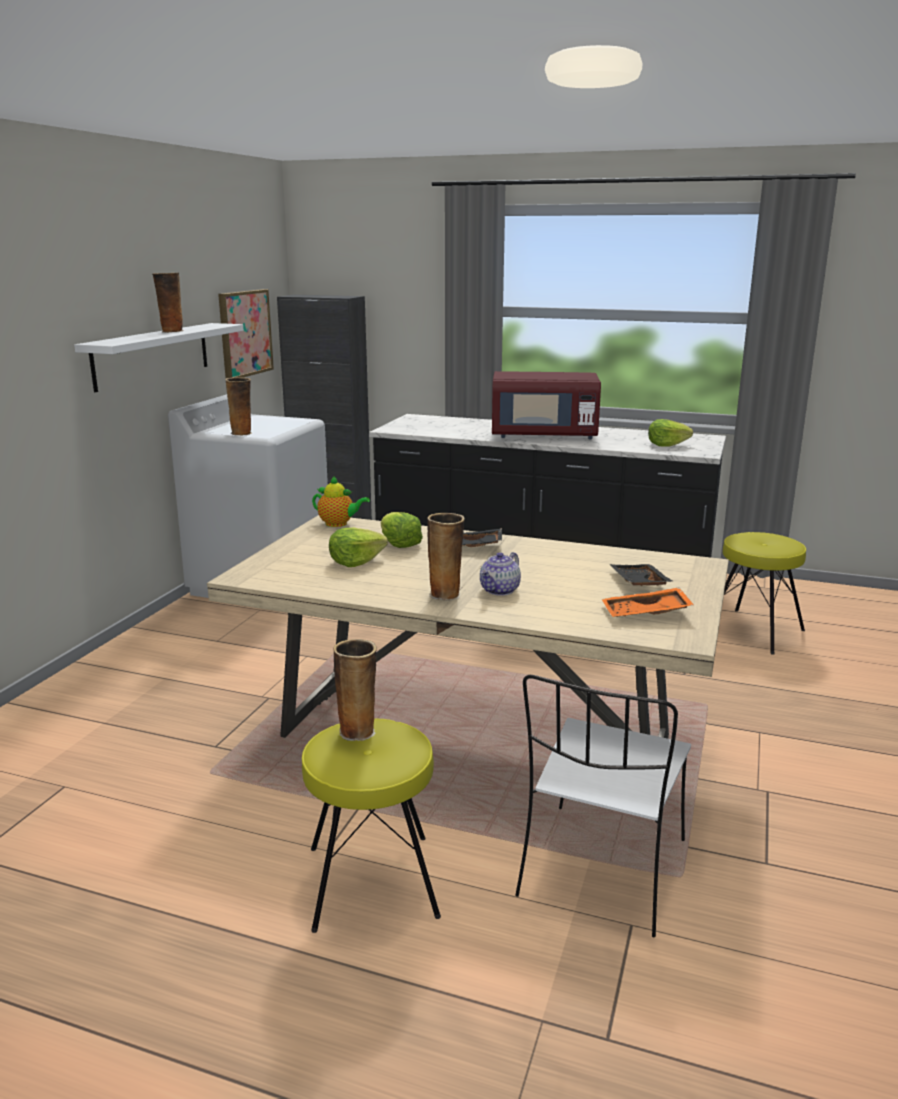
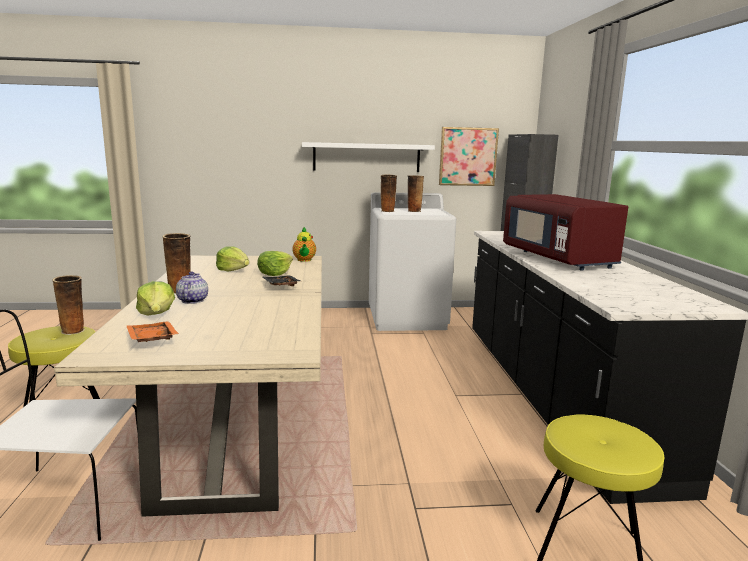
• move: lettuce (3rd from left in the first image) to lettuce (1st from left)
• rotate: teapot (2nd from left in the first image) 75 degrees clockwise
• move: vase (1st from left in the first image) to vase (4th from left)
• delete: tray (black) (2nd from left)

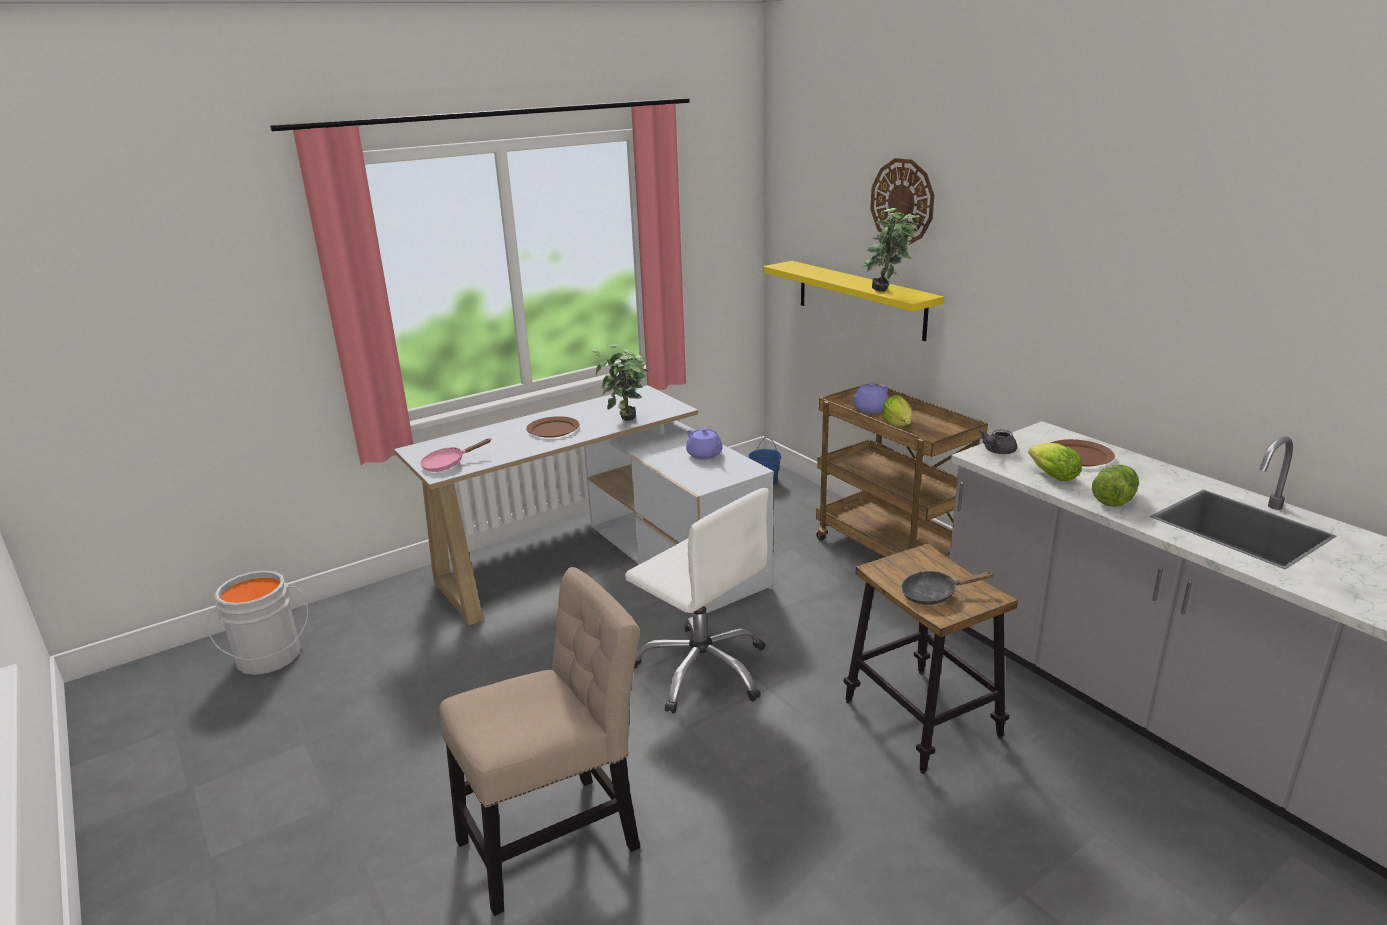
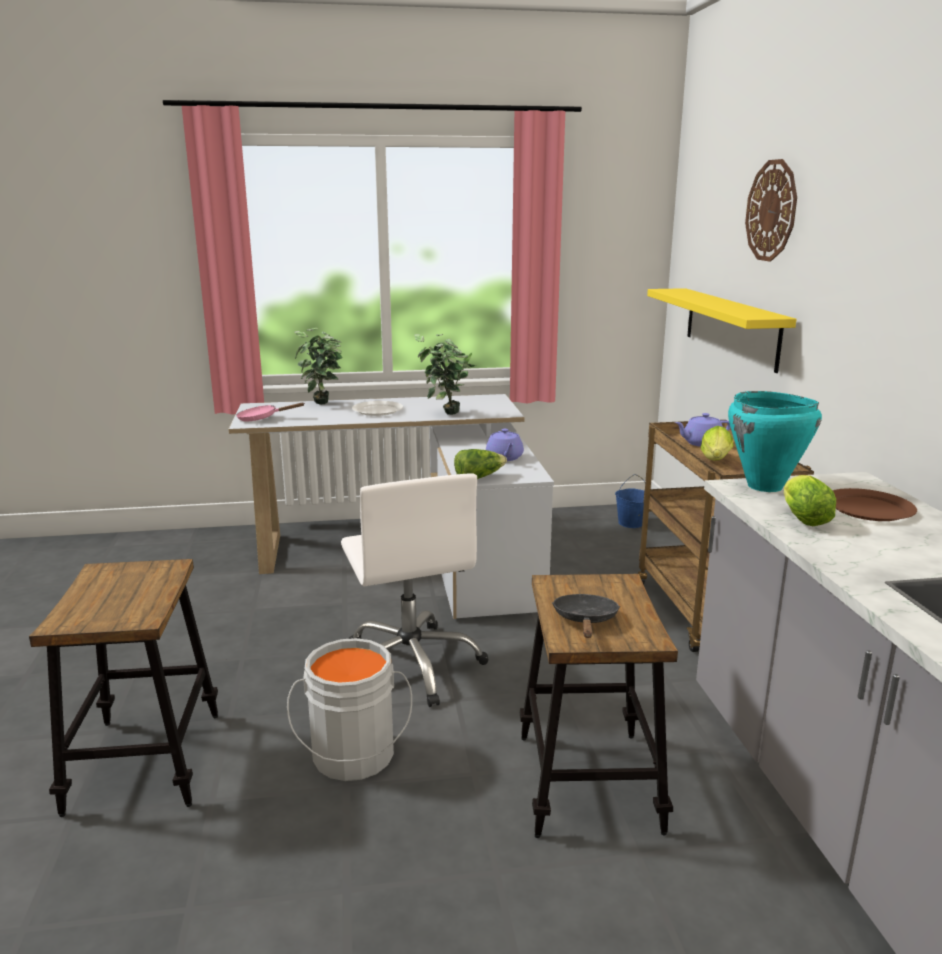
• replace: chair (beige) to stool (1st from left)
• move: bucket (grey)
• move: potted plant (2nd from left in the first image) to potted plant (1st from left)
• recolor: plate (brown) (1st from left) to plate (white)
• move: lettuce (3rd from left in the first image) to lettuce (1st from left)
• rotate: frying pan (black) 75 degrees clockwise
• replace: teapot (grey) to cooking pot (turquoise)

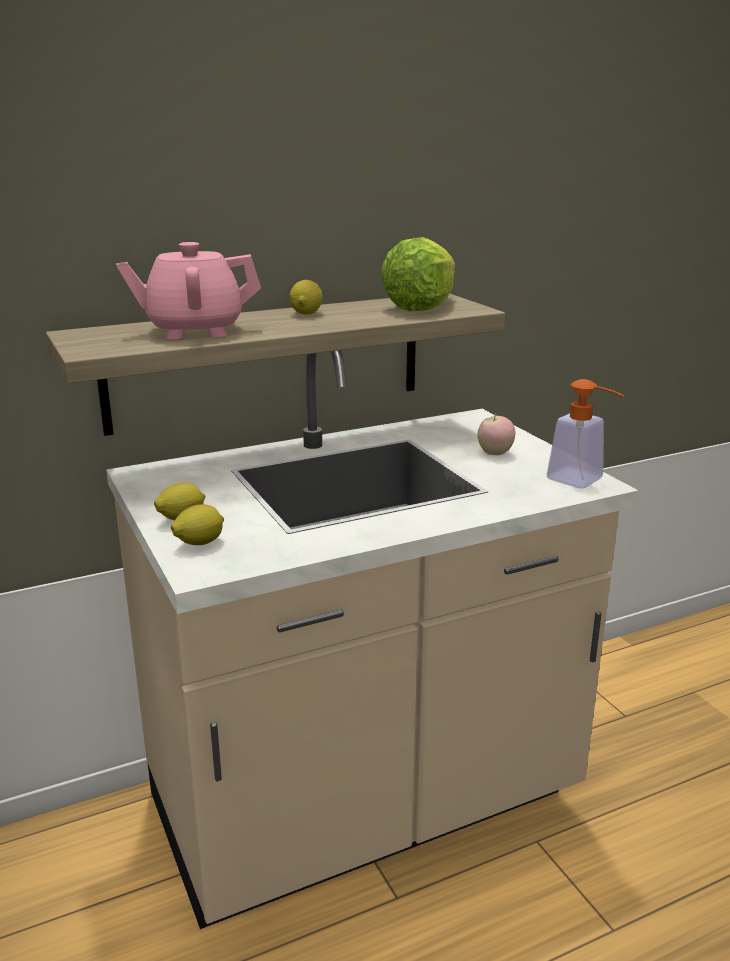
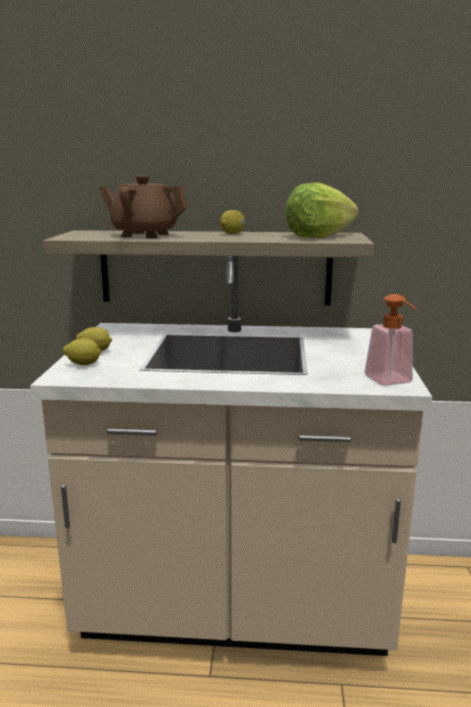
• recolor: teapot (pink) to teapot (brown)
• delete: apple

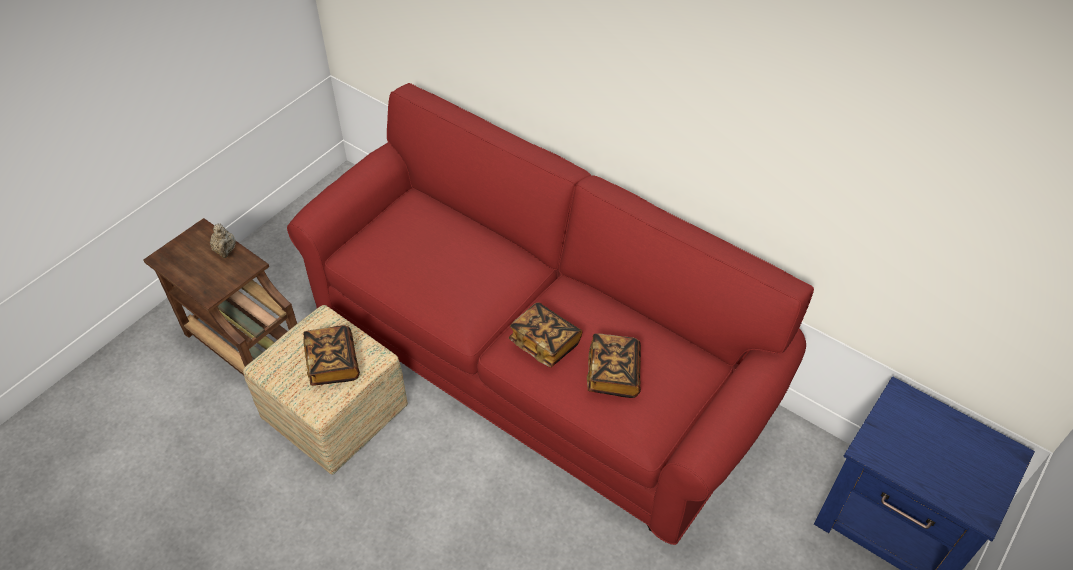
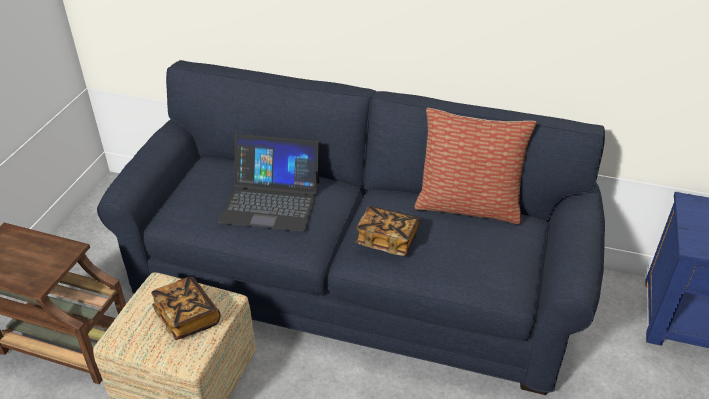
• recolor: sofa (red) to sofa (blue)
• insert: laptop
• insert: pillow
• delete: teapot (beige)
• delete: book (3rd from left)

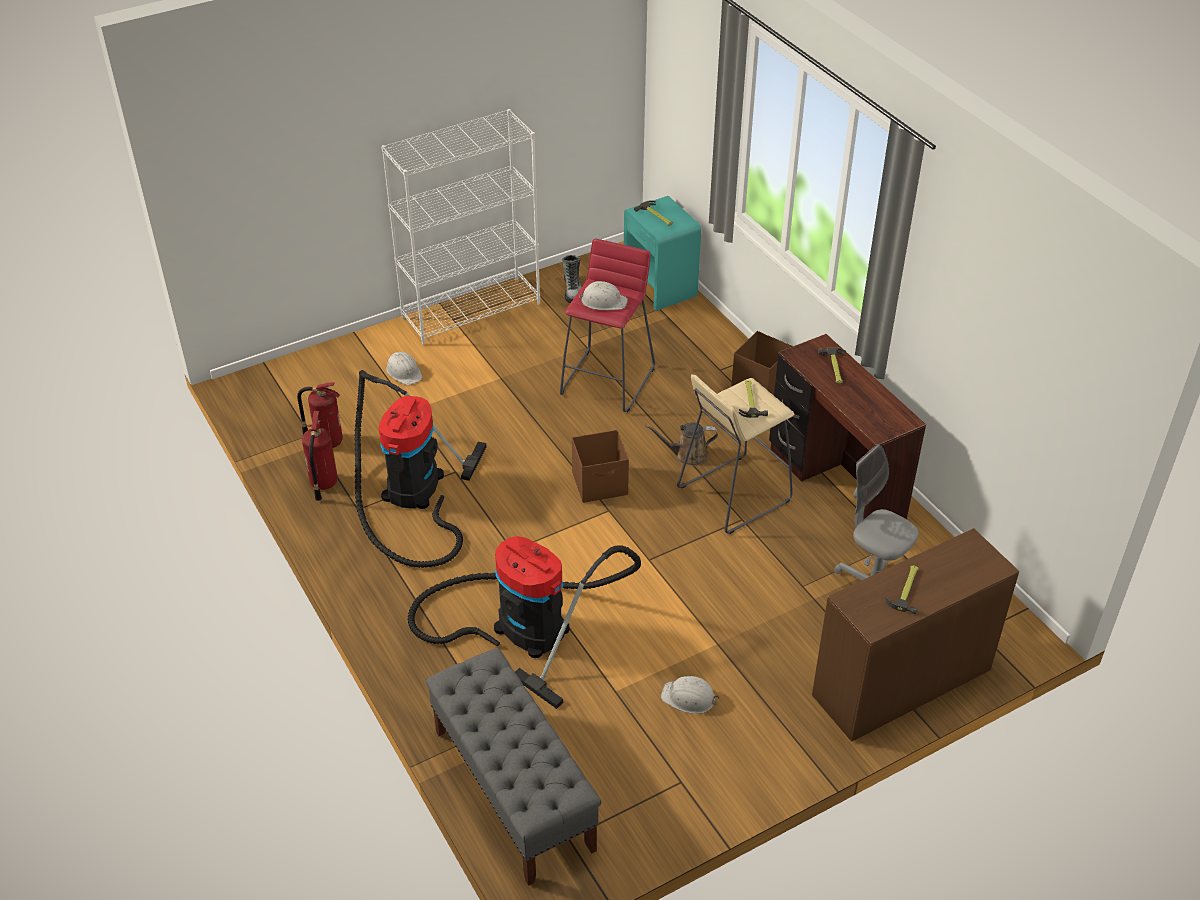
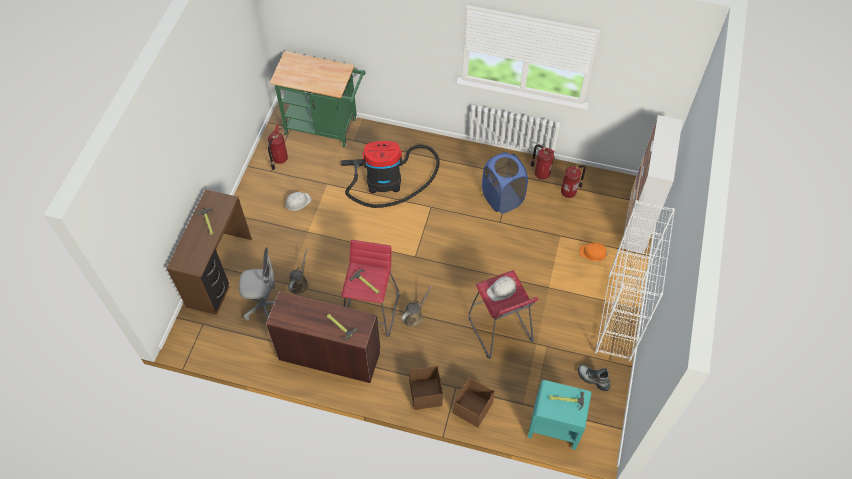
• insert: fire extinguisher (1st from left)
• replace: bench (grey) to cart (green)
• insert: watering can (brown) (1st from left)
• recolor: stool (beige) to stool (red) (1st from left)
• move: storage box (brown) (1st from left in the first image) to storage box (brown) (2nd from left)
• replace: vacuum cleaner (1st from left) to laundry basket (blue)
• recolor: hard hat (white) (1st from left) to hard hat (orange)
• insert: cabinet

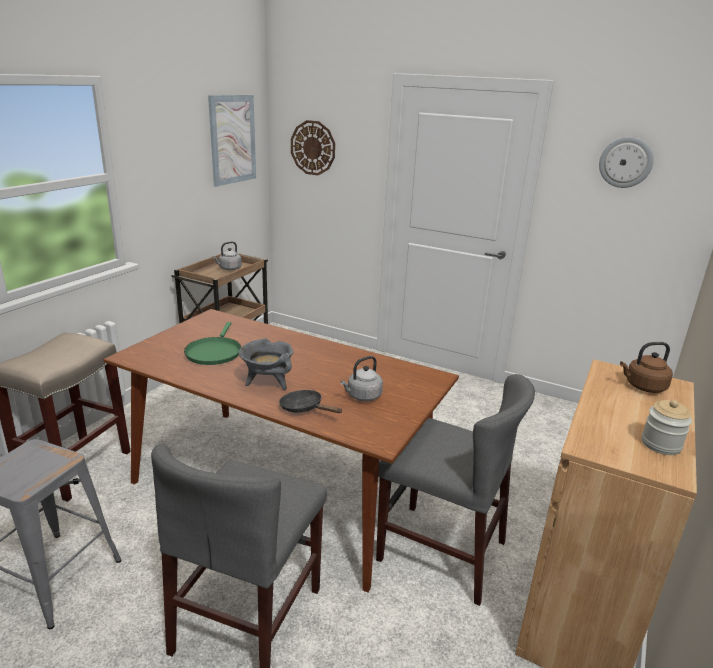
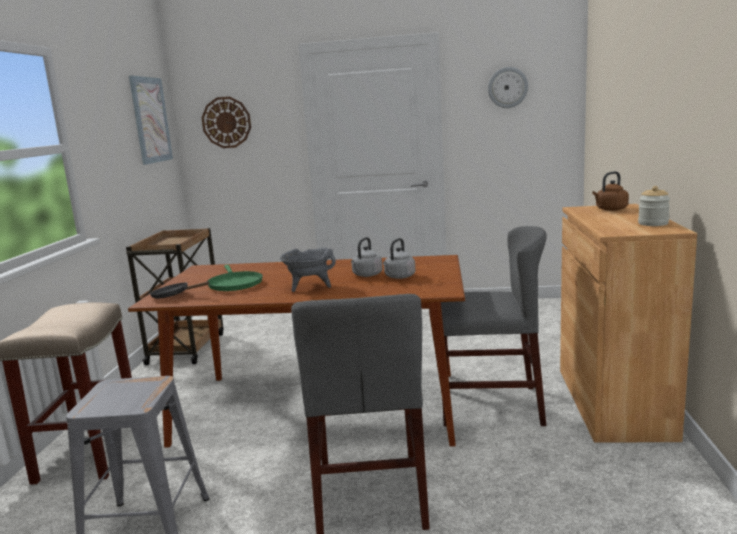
• move: frying pan (black)
• move: kettle (grey) (1st from left)

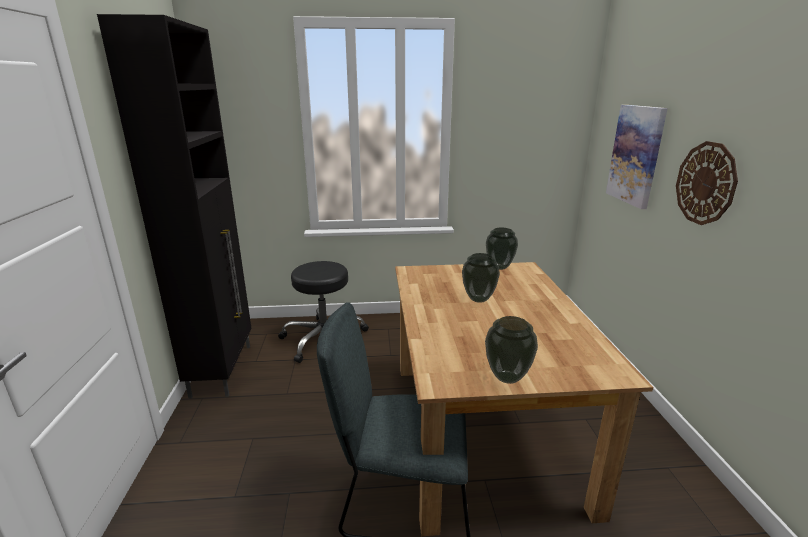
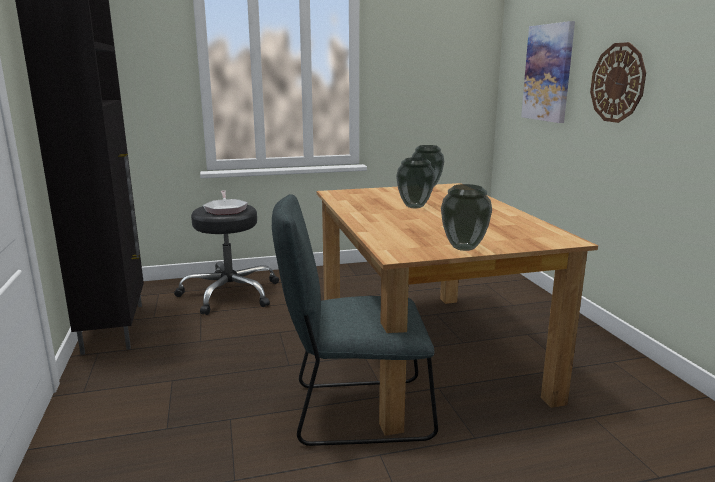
• insert: frying pan

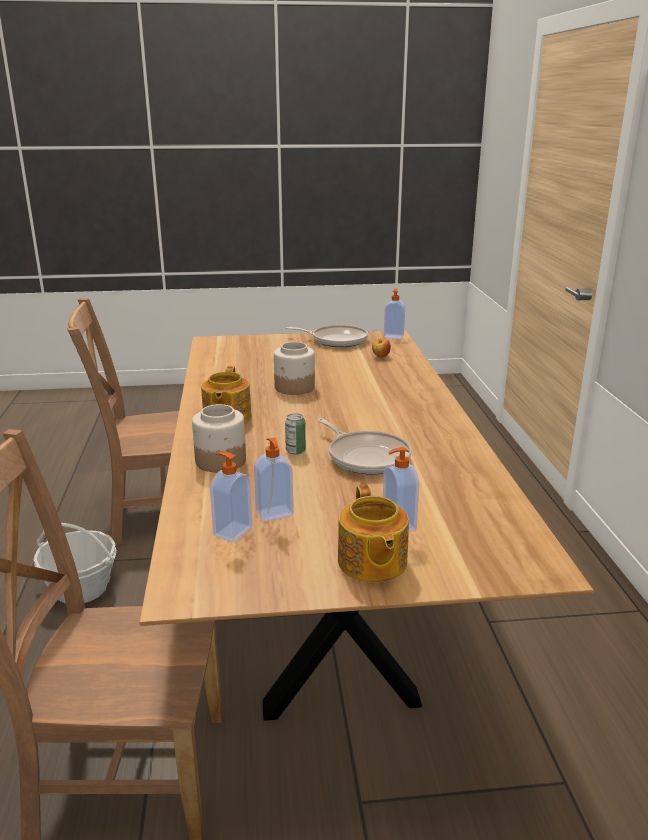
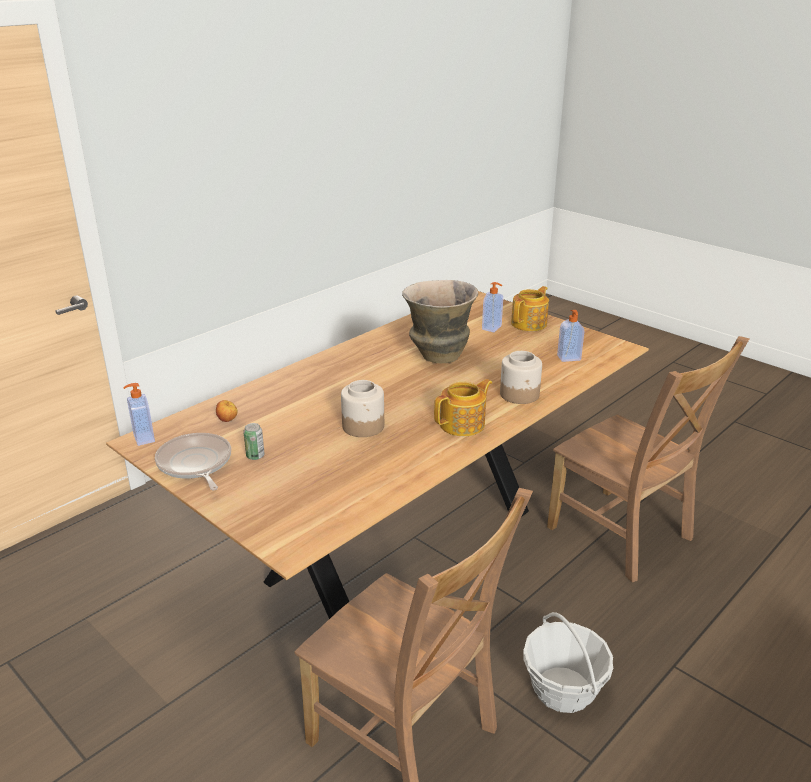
• move: can
• replace: frying pan (2nd from left) to vase
• delete: soap dispenser (2nd from left)

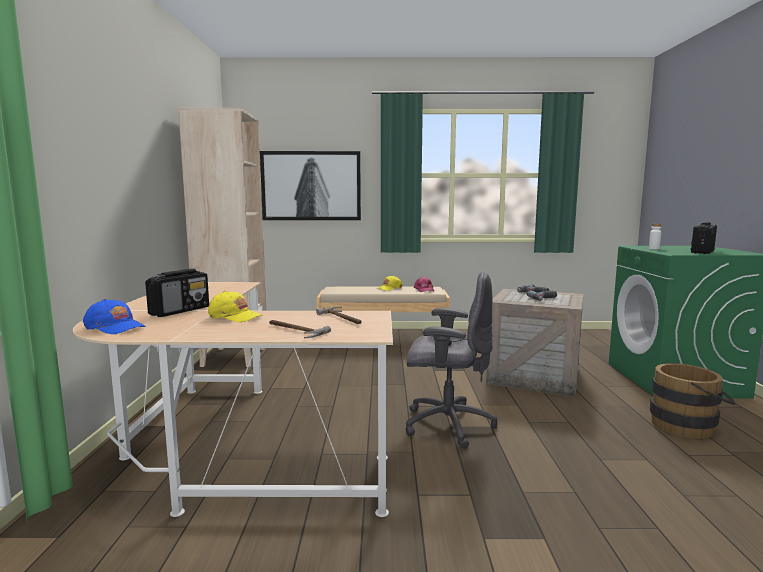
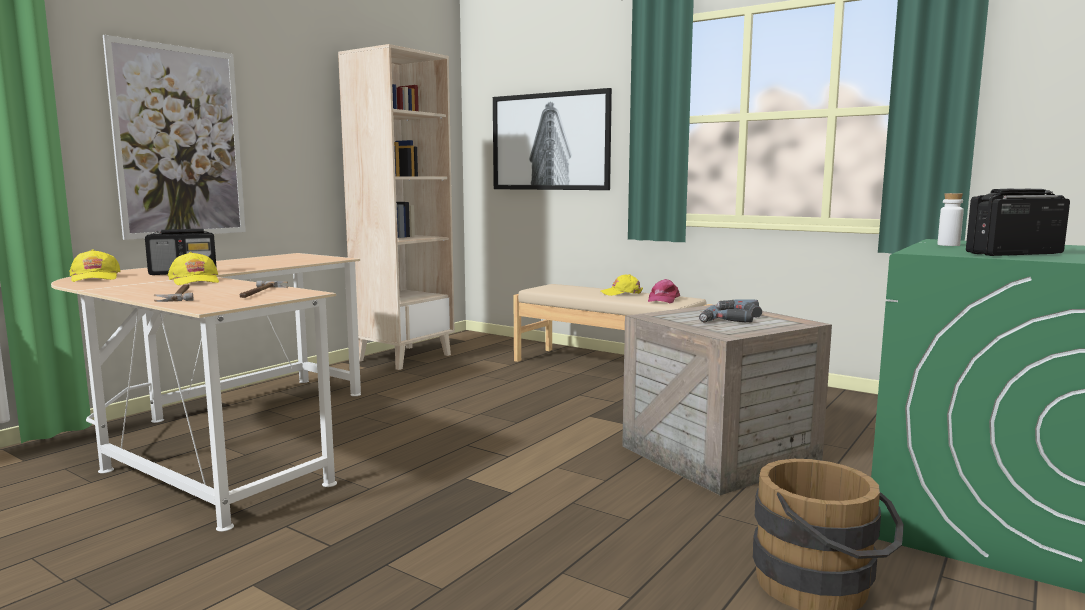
• recolor: cap (blue) to cap (yellow) (1st from left)
• insert: picture (1st from left)
• delete: office chair (grey)

